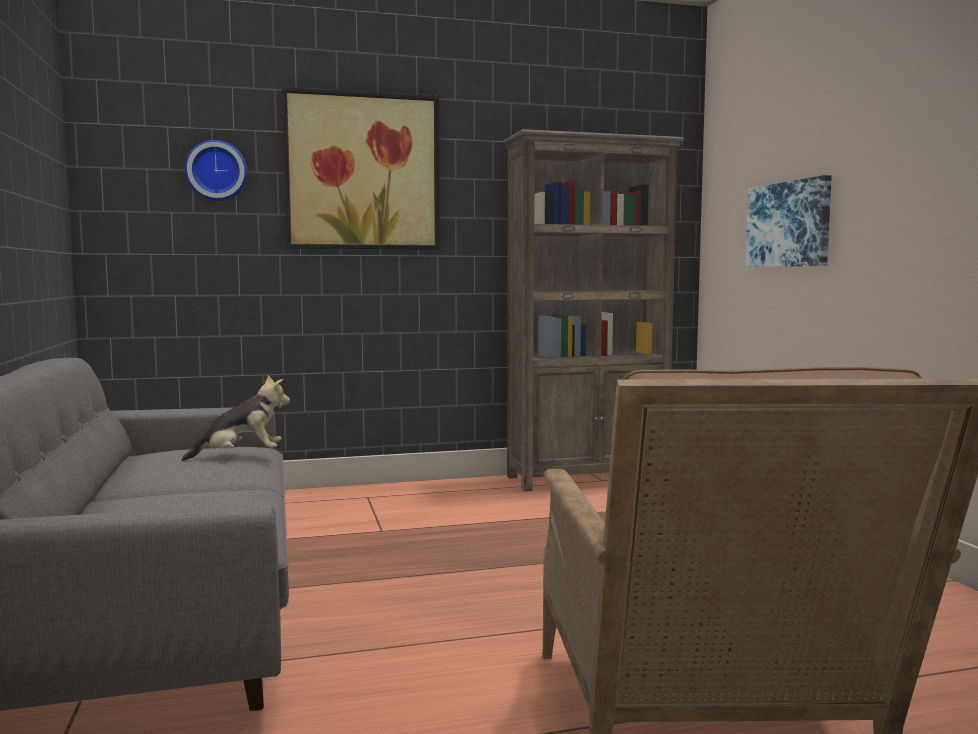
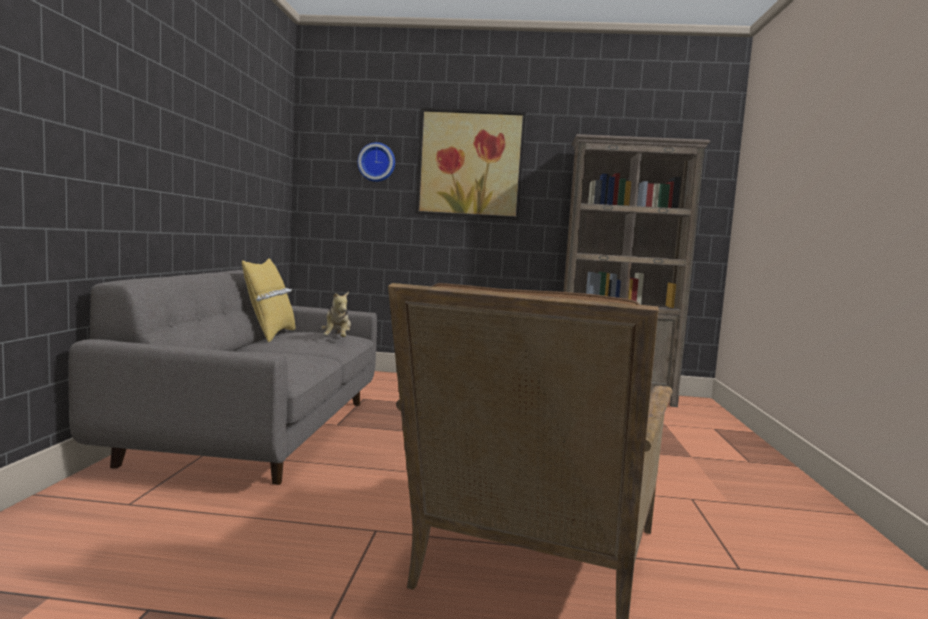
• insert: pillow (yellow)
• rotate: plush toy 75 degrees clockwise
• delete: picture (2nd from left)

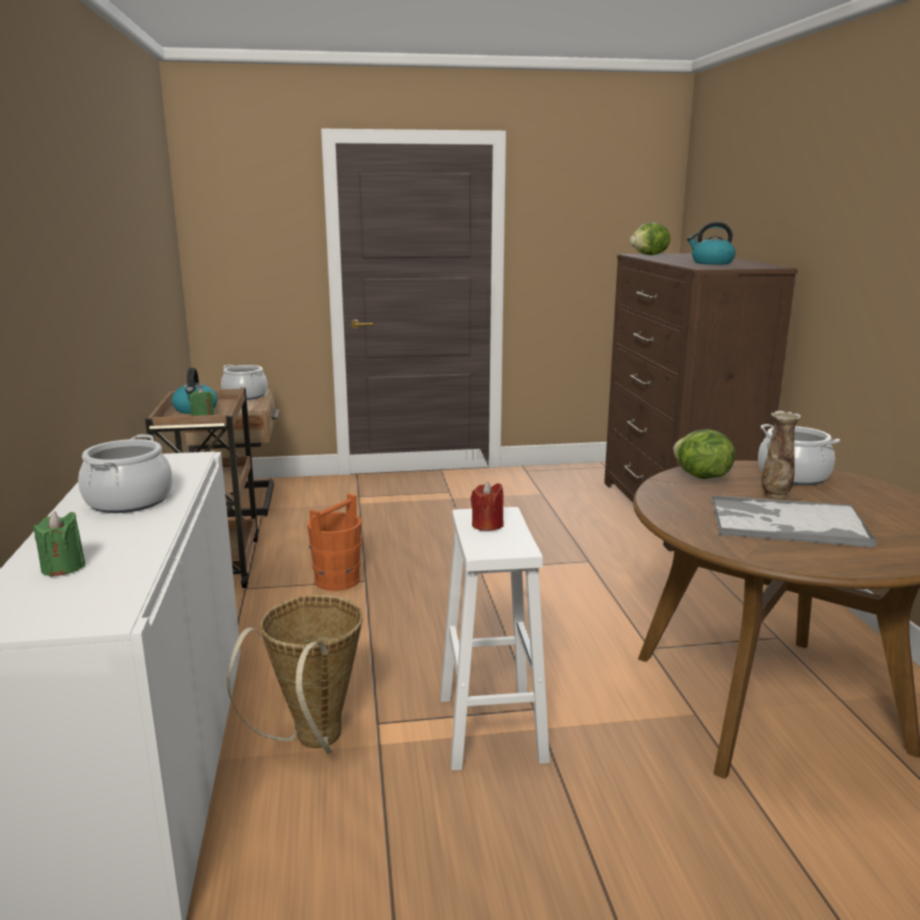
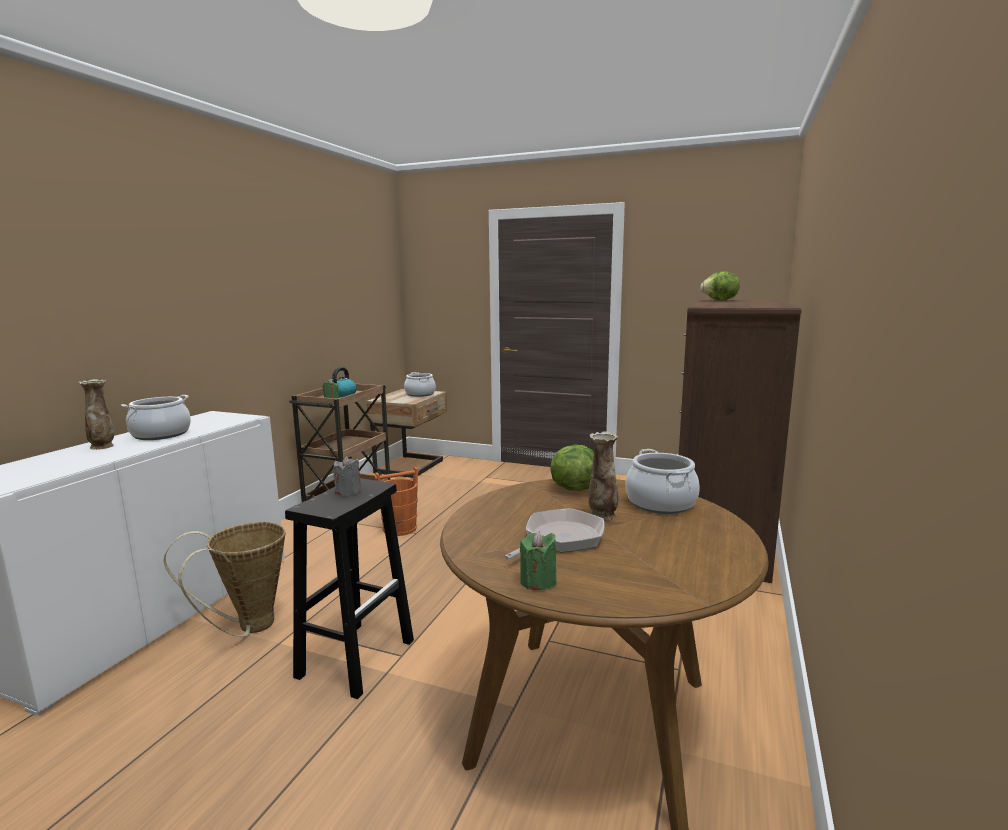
• insert: vase (1st from left)
• recolor: stool (white) to stool (black)
• recolor: candle (red) to candle (grey)
• replace: tray to frying pan
• move: candle (green) (1st from left in the first image) to candle (green) (2nd from left)
• delete: kettle (2nd from left)

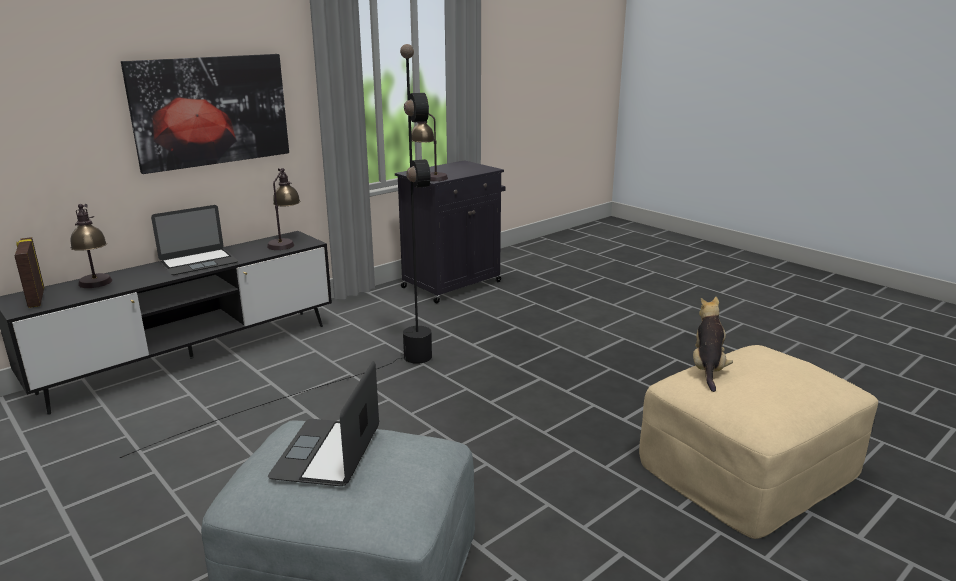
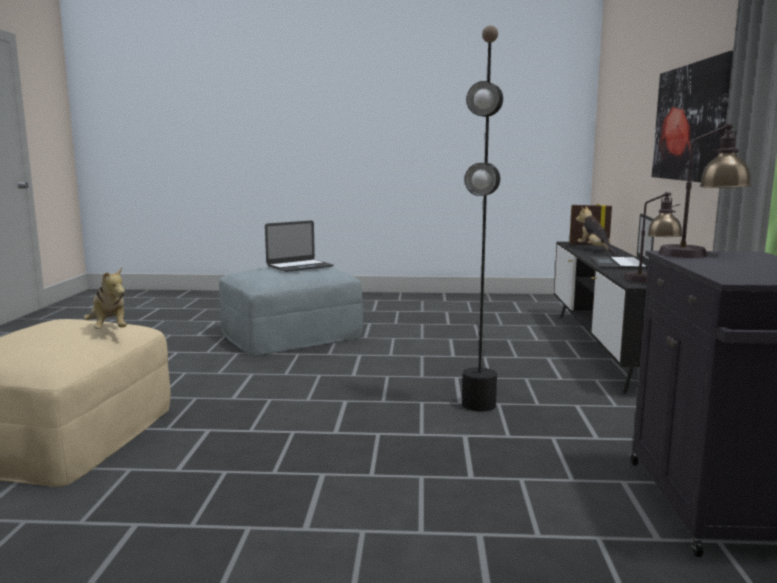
• rotate: laptop (2nd from left in the first image) 90 degrees clockwise
• replace: table lamp (1st from left) to plush toy (2nd from left)

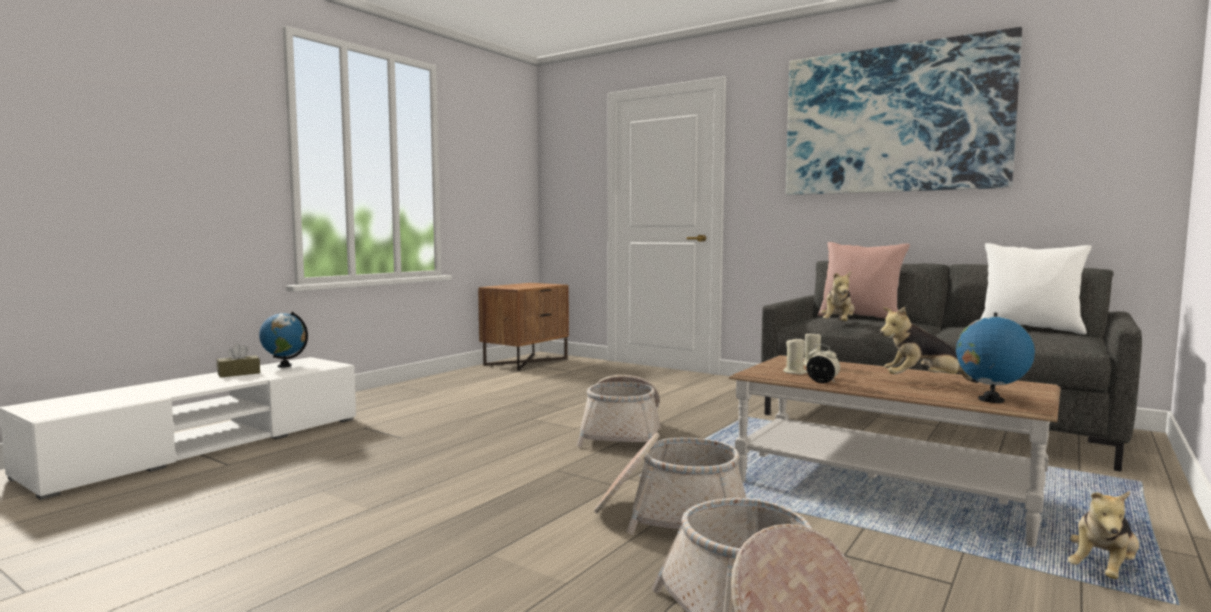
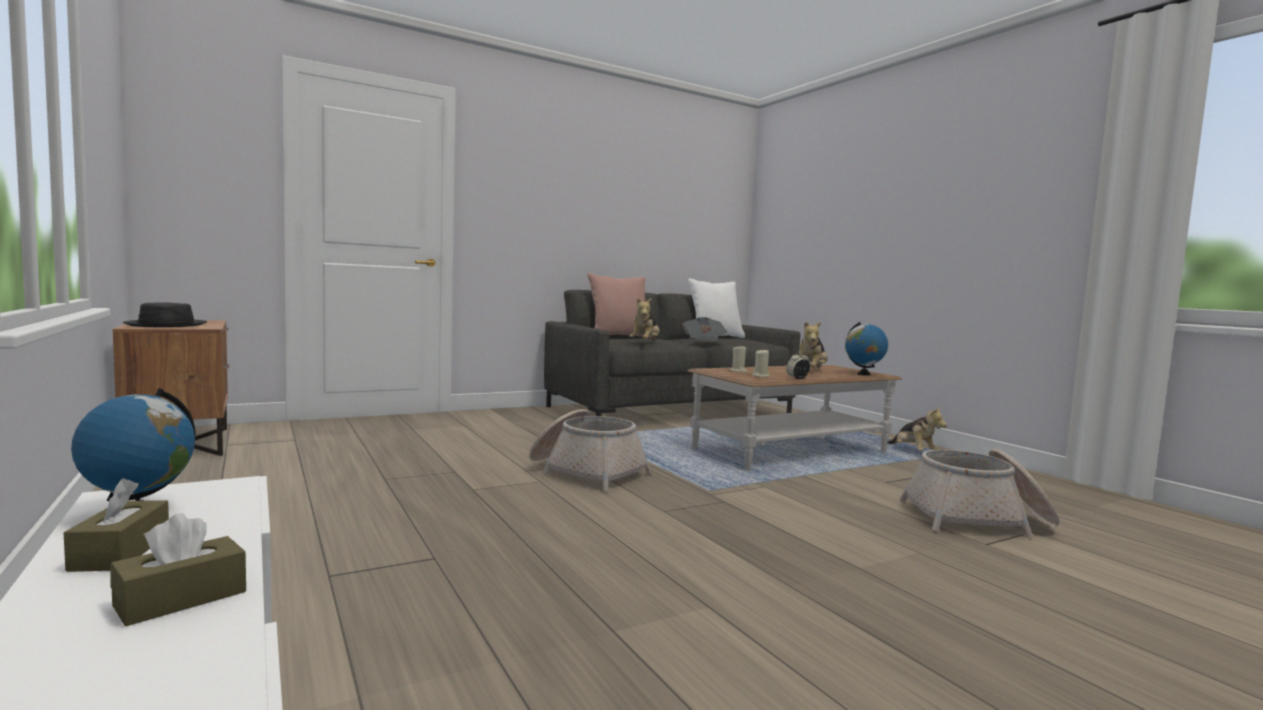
• insert: tissue box (brown) (2nd from left)
• insert: hat (black)
• rotate: plush toy (1st from left) 60 degrees clockwise
• insert: newspaper
• delete: basket (2nd from left)
• delete: picture

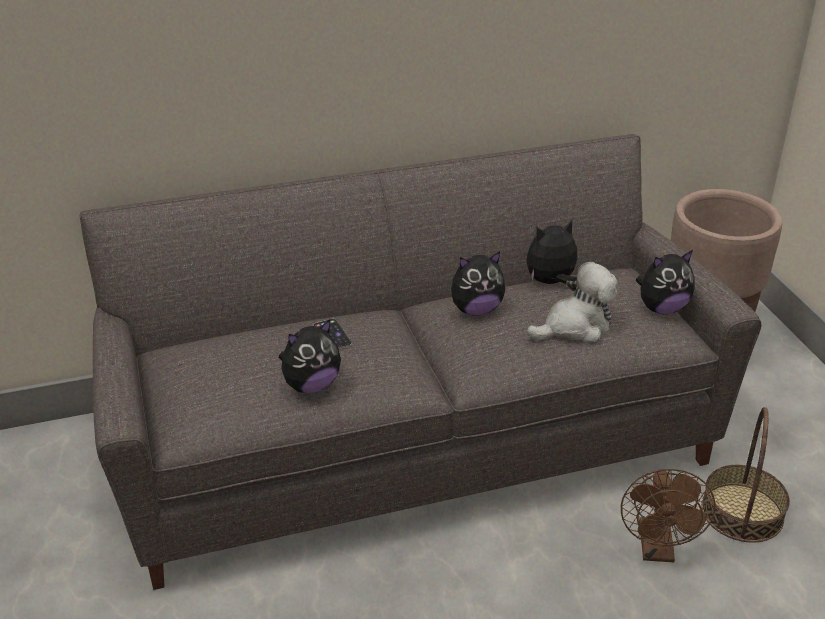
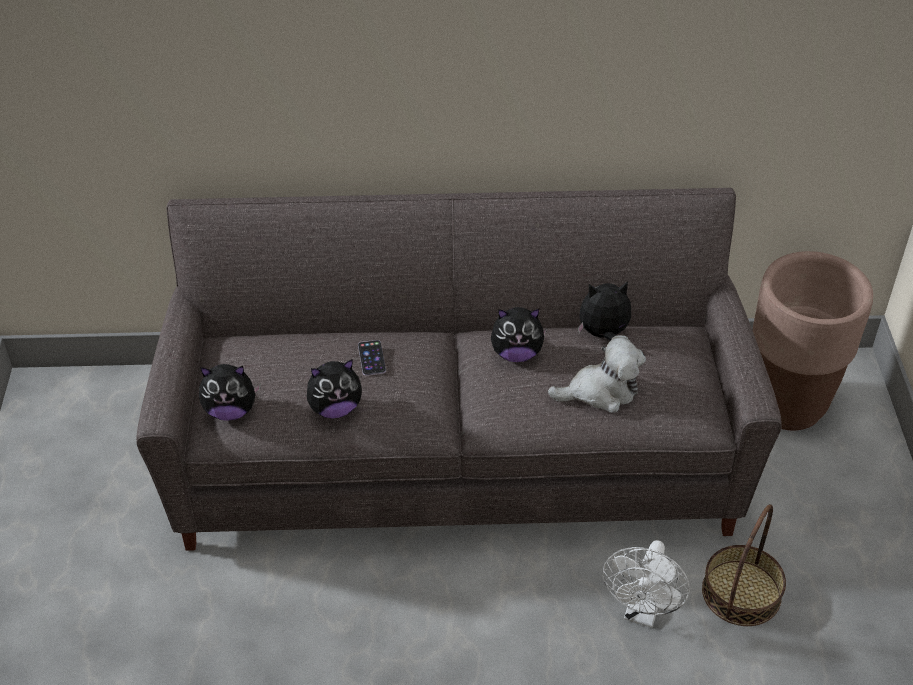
• move: plush toy (5th from left in the first image) to plush toy (1st from left)
• recolor: fan (brown) to fan (white)

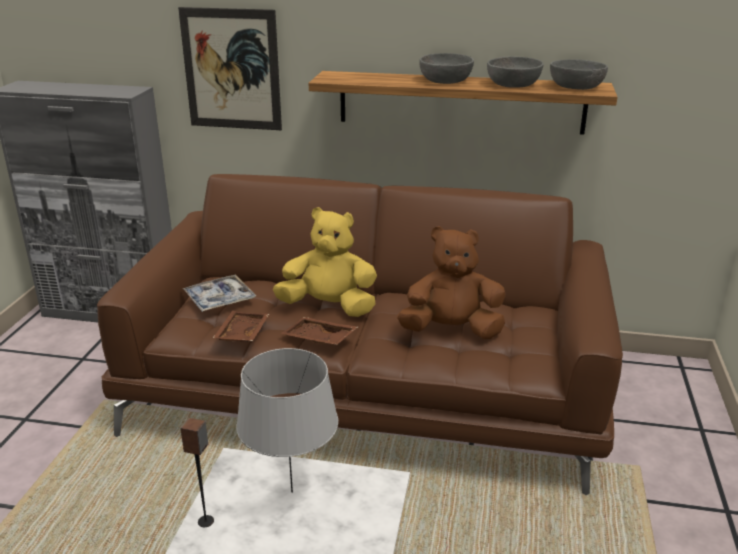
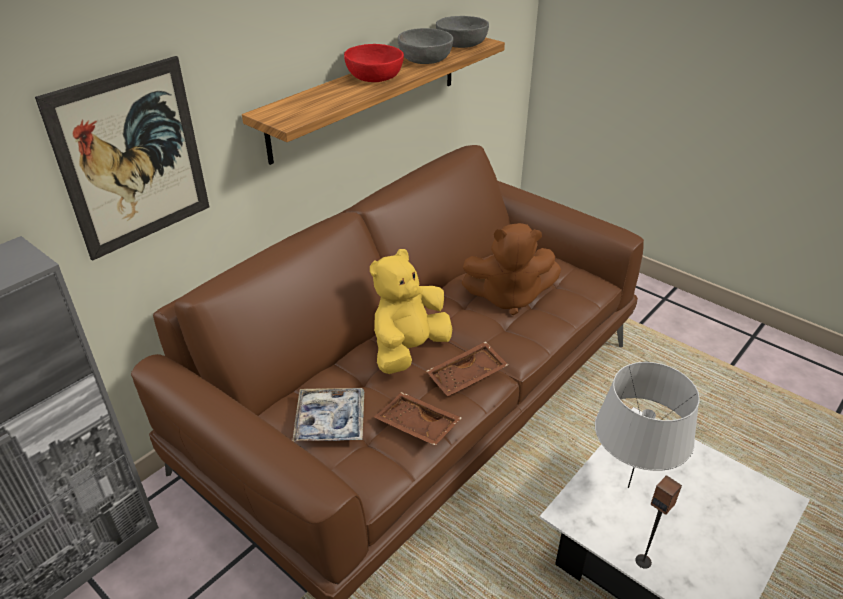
• recolor: bowl (grey) (1st from left) to bowl (red)
• rotate: plush toy (brown) 120 degrees counterclockwise

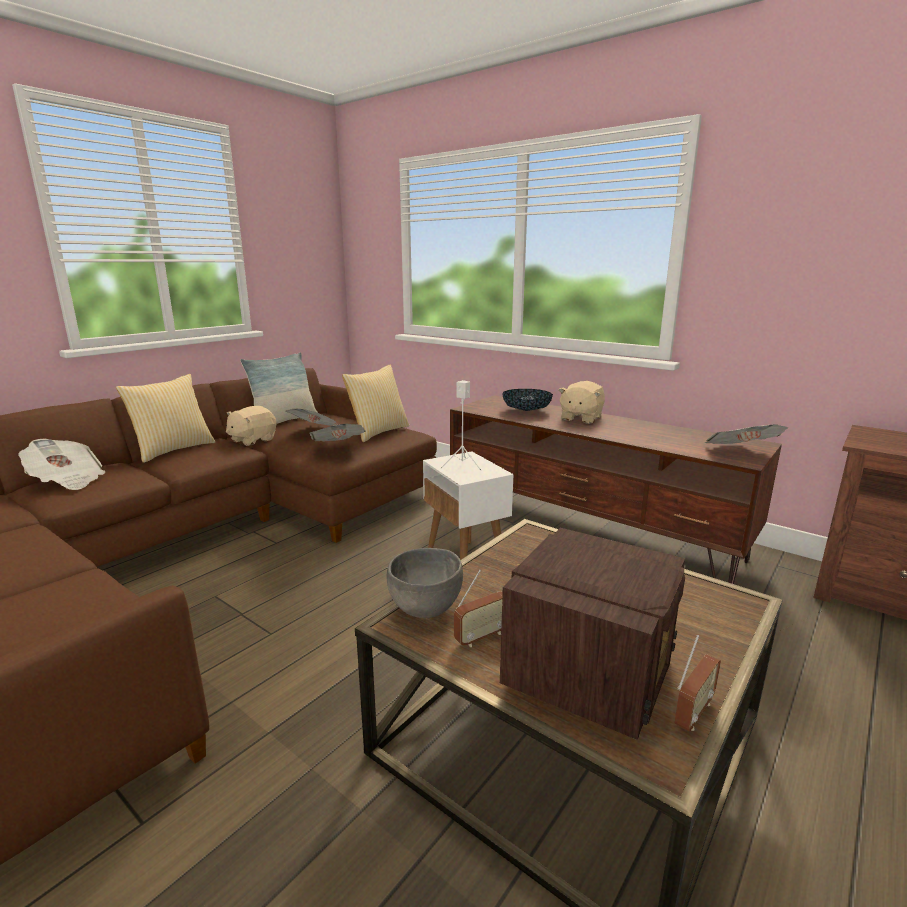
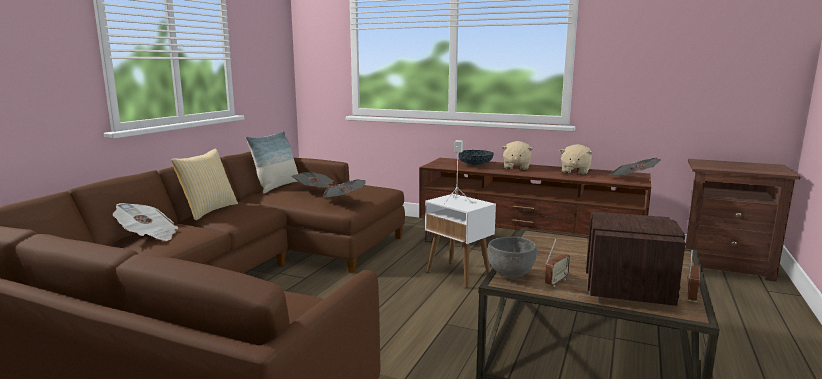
• move: plush toy (beige) (1st from left in the first image) to plush toy (beige) (2nd from left)
• delete: pillow (3rd from left)

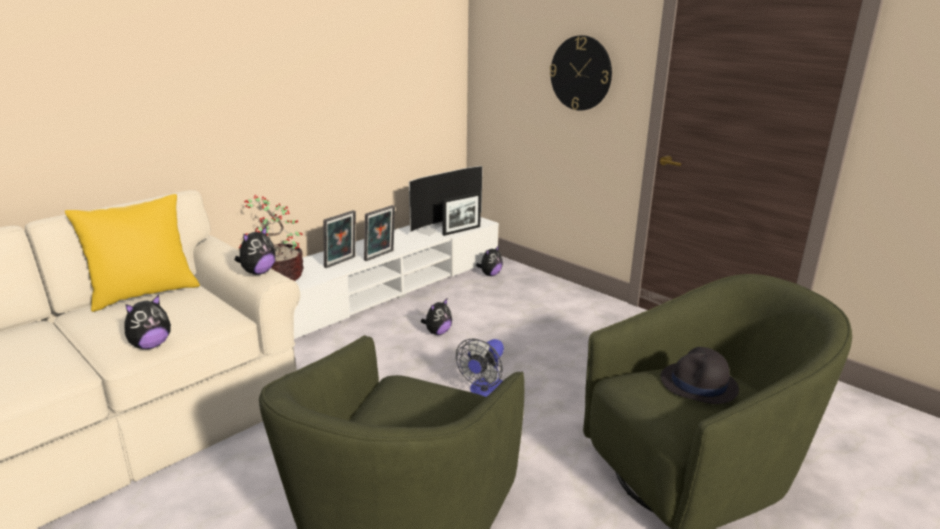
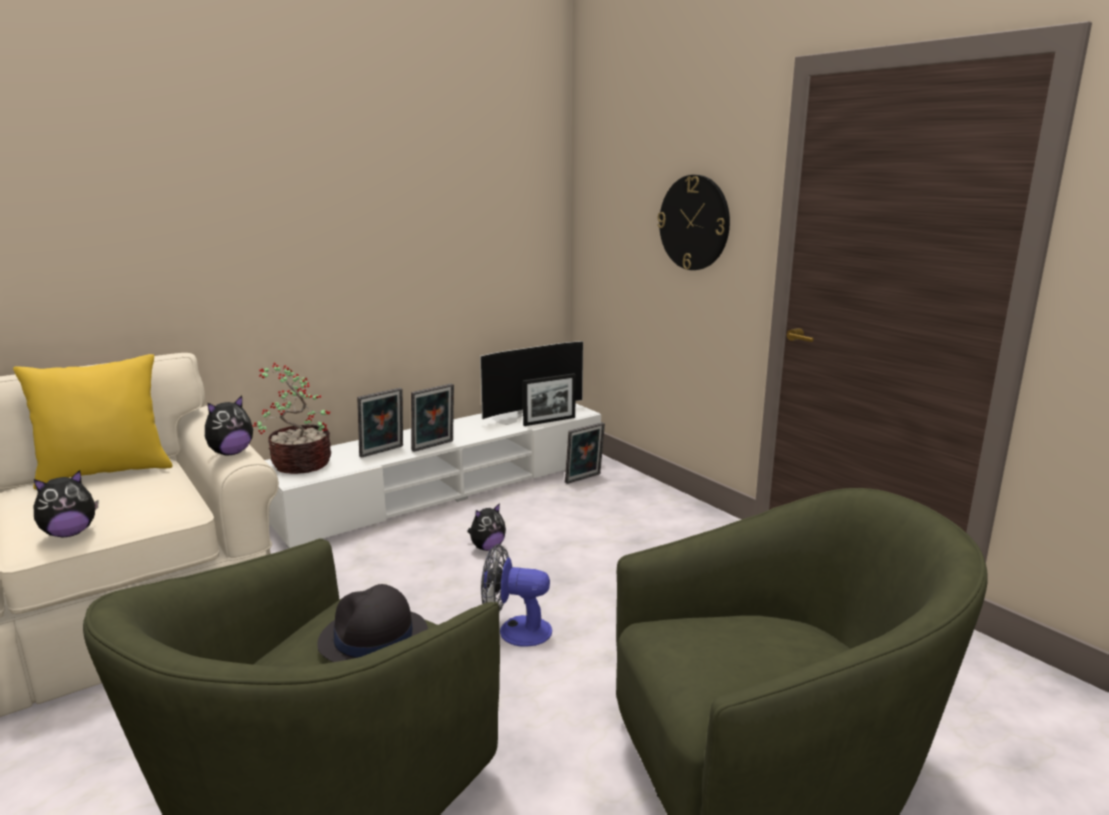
• move: hat (black)
• rotate: fan 60 degrees clockwise
• replace: plush toy (4th from left) to picture frame (4th from left)

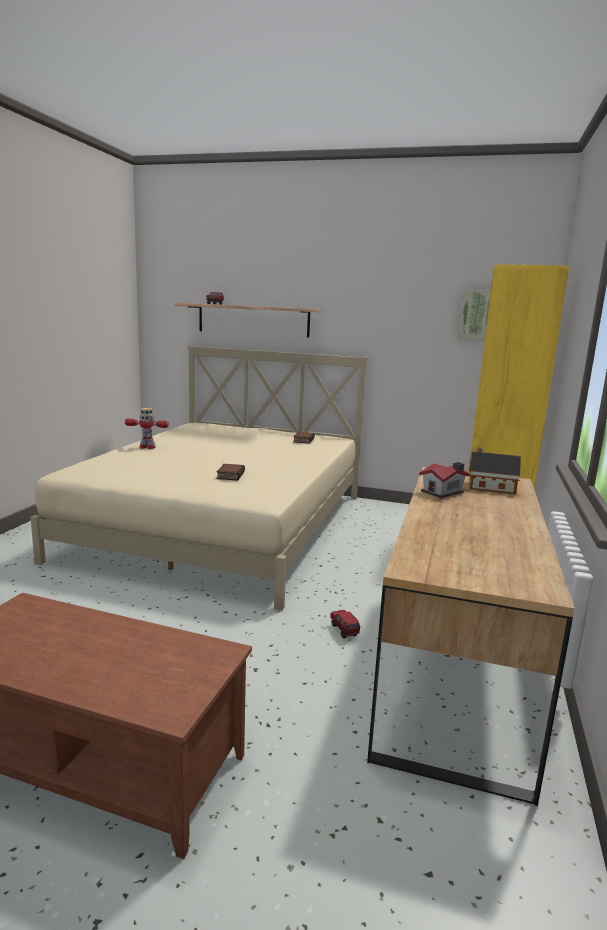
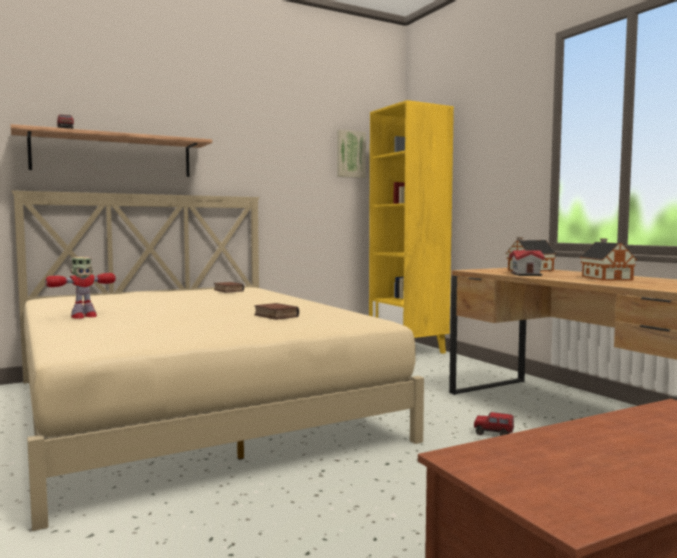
• insert: toy house (3rd from left)

